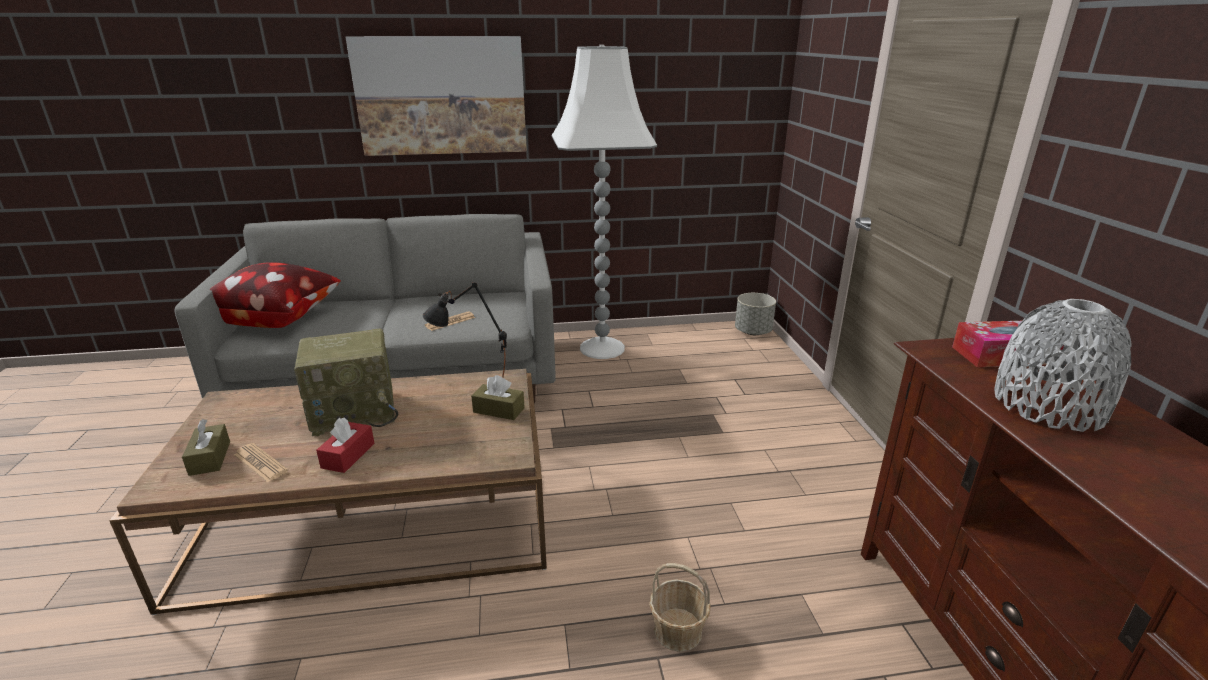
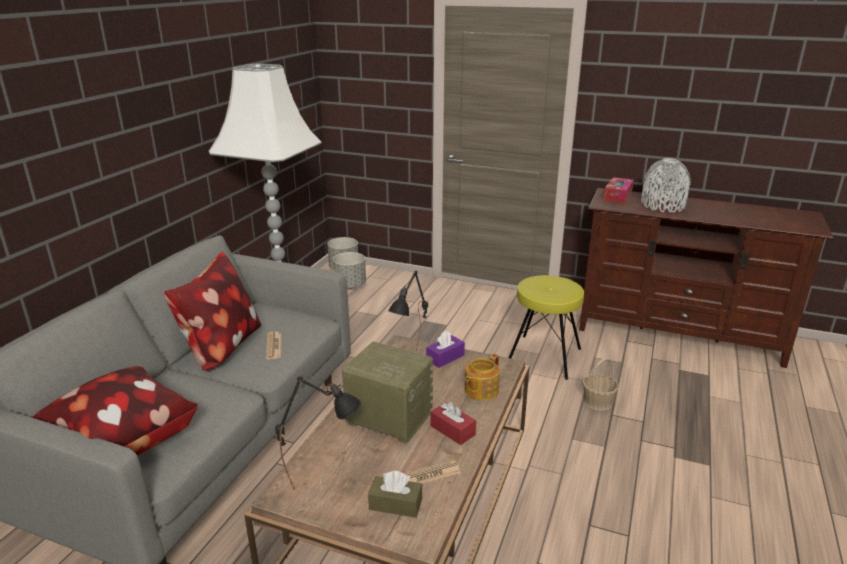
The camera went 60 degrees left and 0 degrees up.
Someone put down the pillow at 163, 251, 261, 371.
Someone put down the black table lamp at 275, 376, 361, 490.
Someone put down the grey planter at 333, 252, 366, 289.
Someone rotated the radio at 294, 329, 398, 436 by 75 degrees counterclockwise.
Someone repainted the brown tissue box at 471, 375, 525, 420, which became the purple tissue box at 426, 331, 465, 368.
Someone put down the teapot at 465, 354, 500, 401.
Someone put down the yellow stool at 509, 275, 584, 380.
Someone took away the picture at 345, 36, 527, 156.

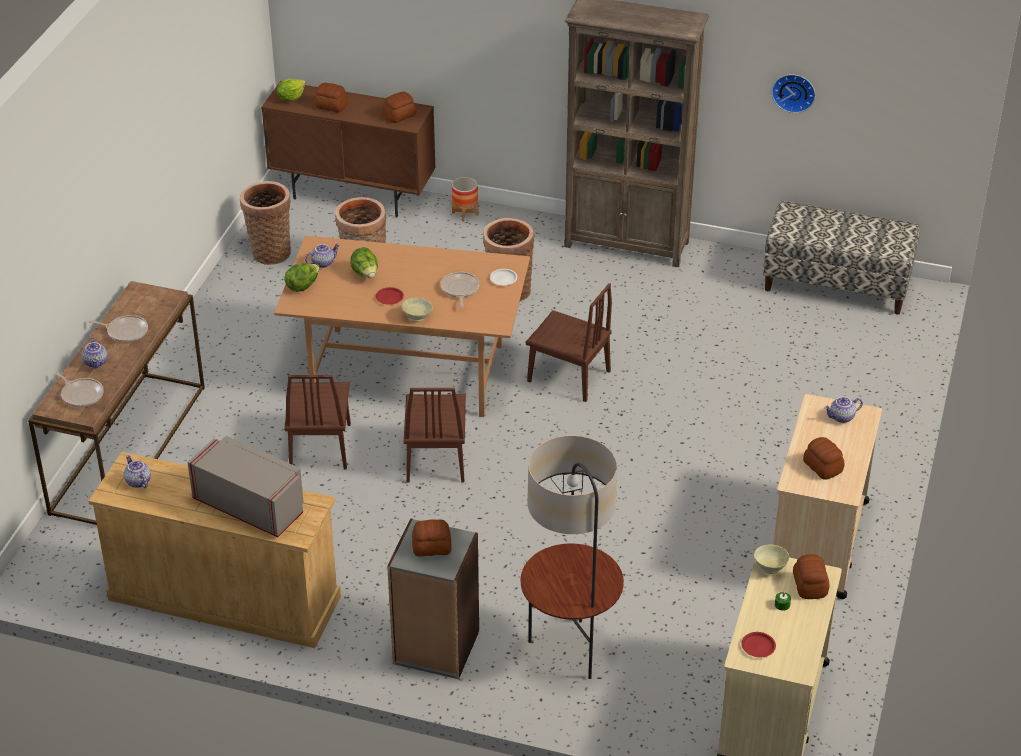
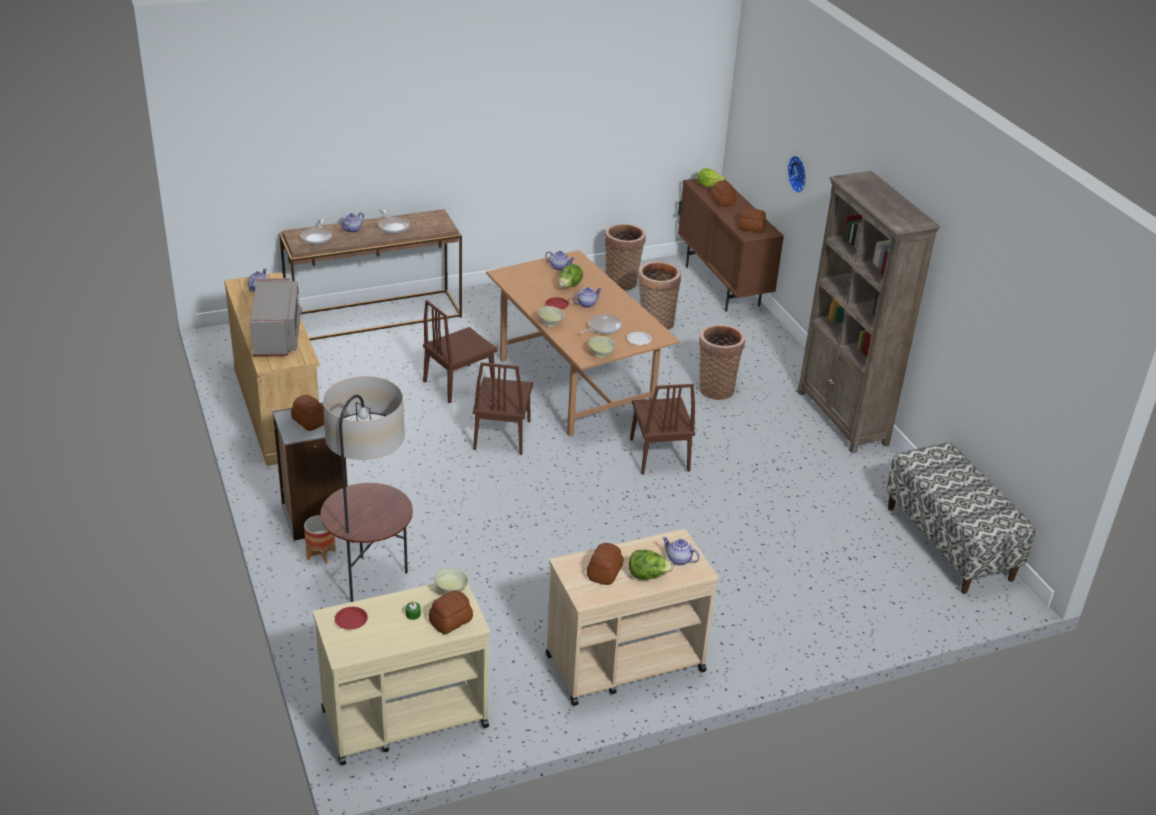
The camera went 50 degrees right and 5 degrees down.
Someone carried the planter from 452, 177, 479, 222 to 304, 515, 336, 564.
Someone rotated the brown chair at 404, 388, 466, 483 by 45 degrees counterclockwise.
Someone put down the teapot at 573, 287, 602, 308.
Someone put down the beige bowl at 589, 336, 616, 358.
Someone carried the lettuce from 284, 263, 319, 292 to 629, 550, 673, 580.
Someone carried the wall clock from 772, 74, 816, 113 to 787, 156, 806, 193.

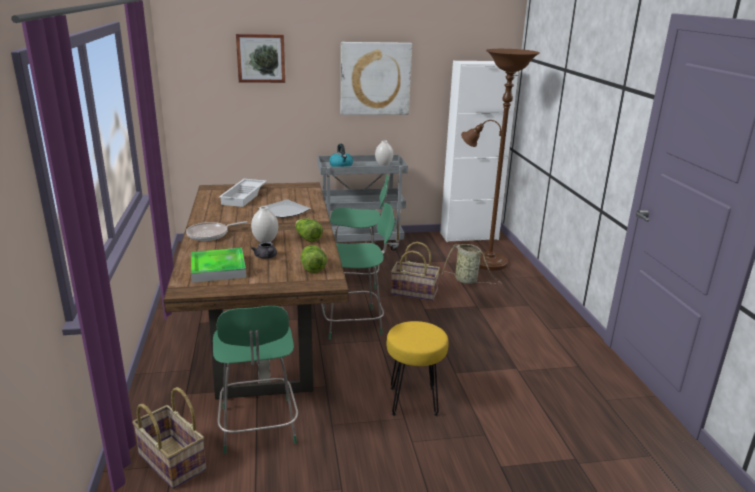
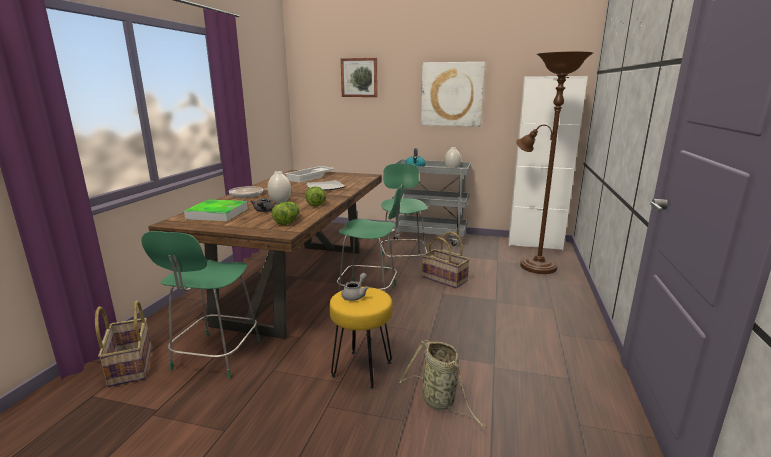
The camera went 25 degrees right and 5 degrees down.
Someone put down the grey teapot at 341, 273, 369, 301.
Someone rotated the green chair at 330, 174, 389, 290 by 120 degrees counterclockwise.
Someone carried the basket from 441, 244, 501, 284 to 400, 340, 485, 427.

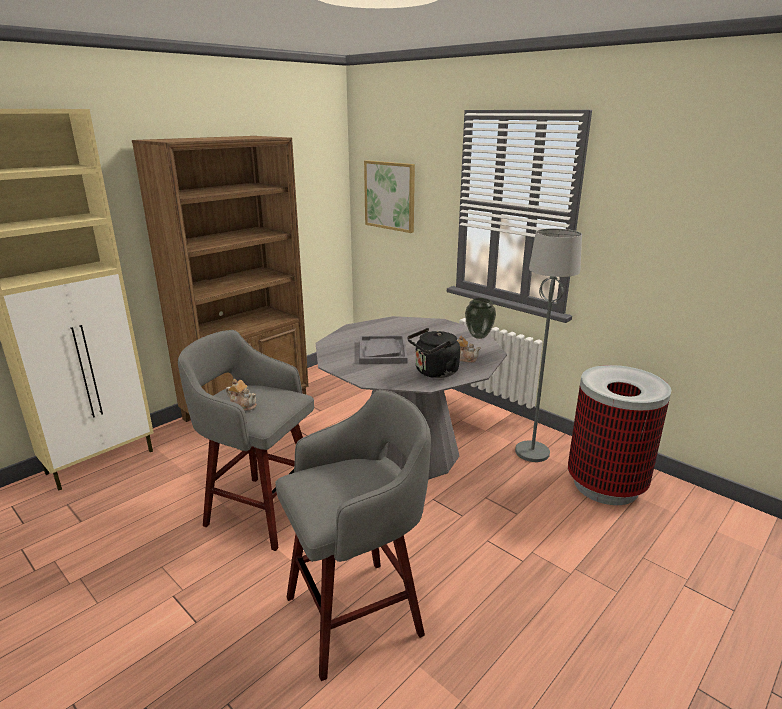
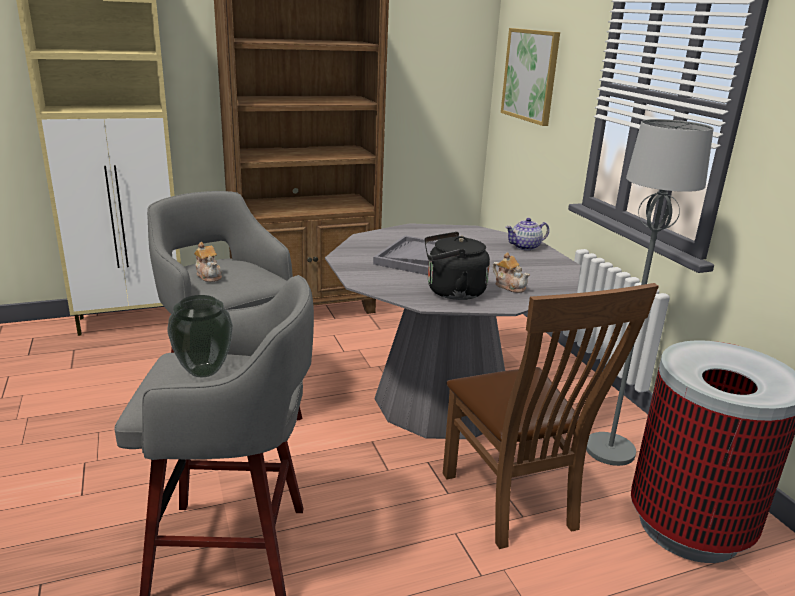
The camera went 25 degrees right and 0 degrees up.
Someone carried the vase from 465, 298, 496, 339 to 167, 295, 233, 377.
Someone put down the brown chair at 443, 283, 659, 549.
Someone put down the teapot at 505, 218, 549, 251.

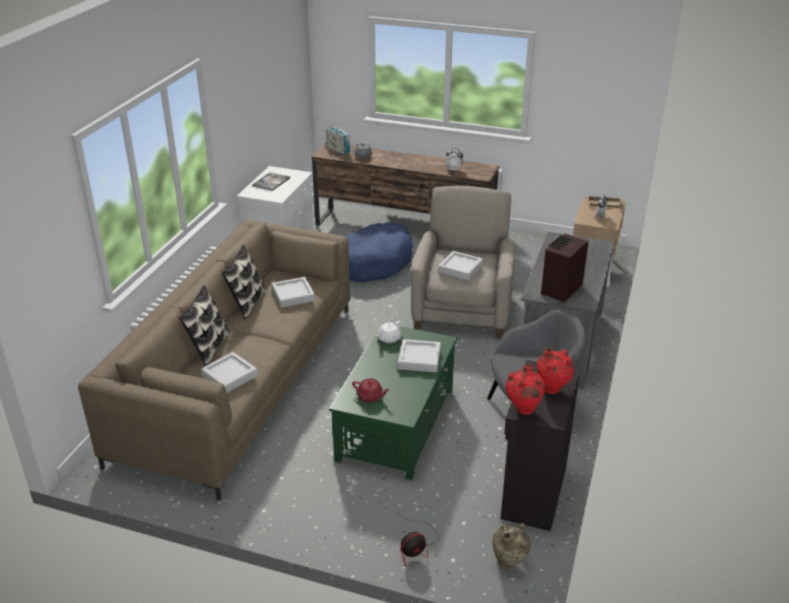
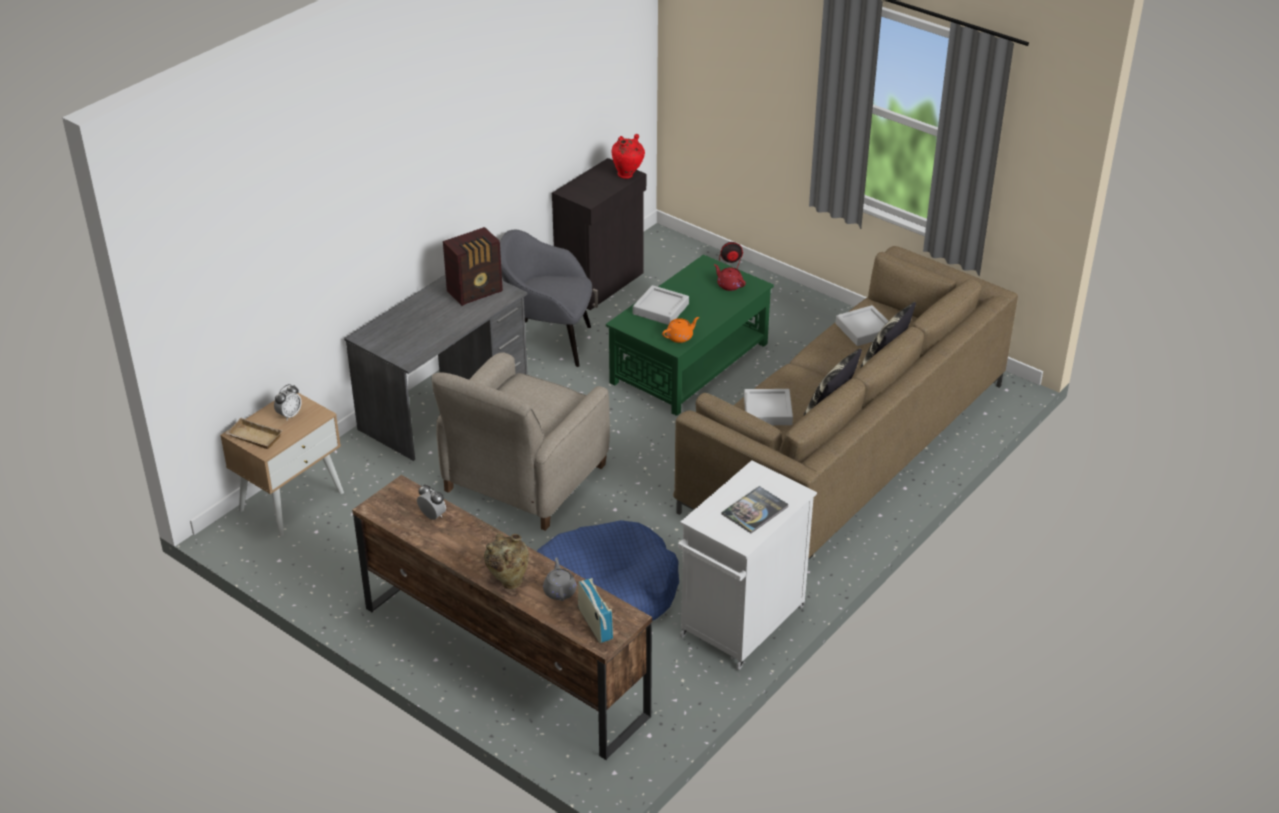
The camera went 160 degrees left and 5 degrees up.
Someone carried the beige vase from 492, 523, 531, 570 to 484, 533, 529, 589.
Someone repainted the white teapot at 376, 321, 401, 343, which became the orange teapot at 662, 317, 699, 343.
Someone took away the grey tray at 438, 251, 483, 281.
Someone took away the red vase at 537, 348, 575, 394.

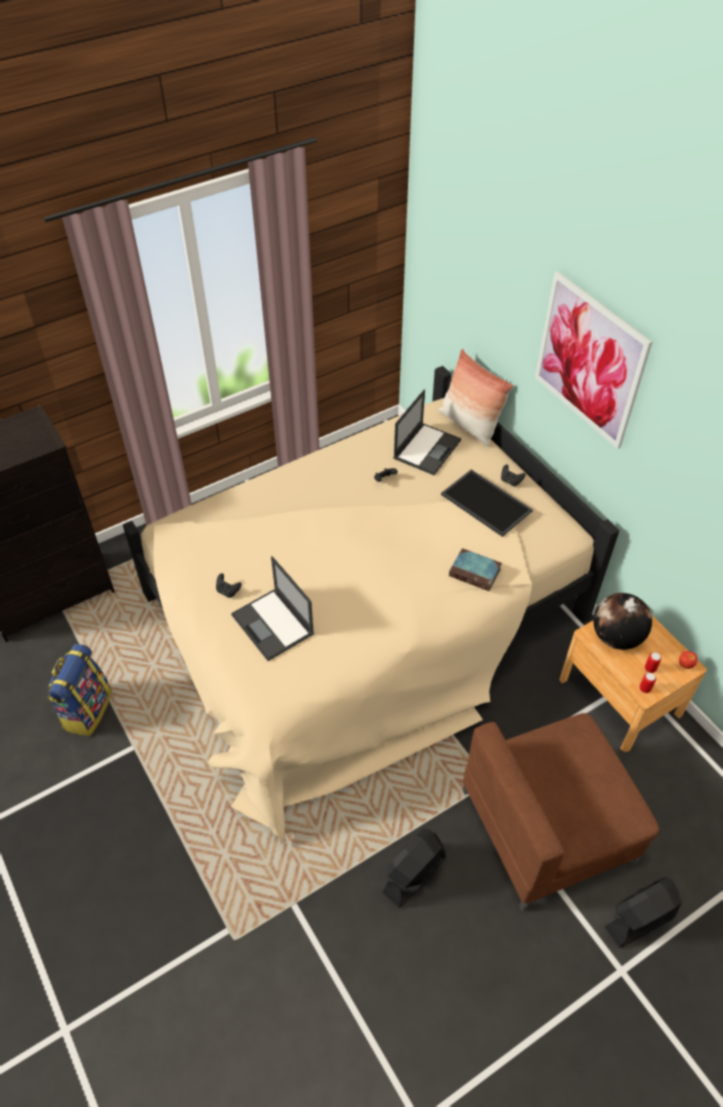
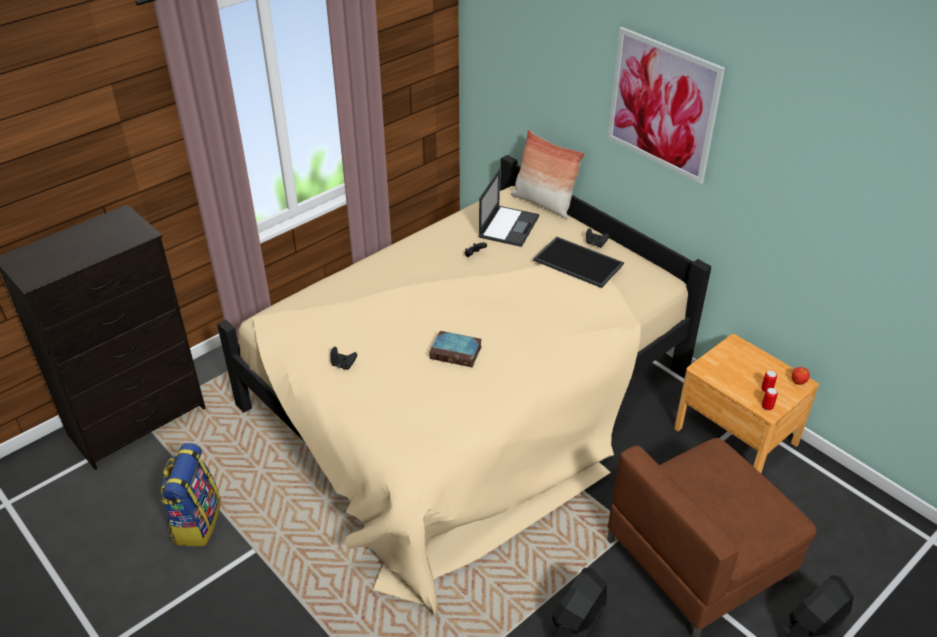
The camera went 10 degrees left and 10 degrees down.
Someone carried the book from 449, 548, 502, 591 to 429, 331, 482, 368.
Someone took away the laptop at 231, 556, 314, 661.
Someone took away the globe at 593, 593, 652, 650.

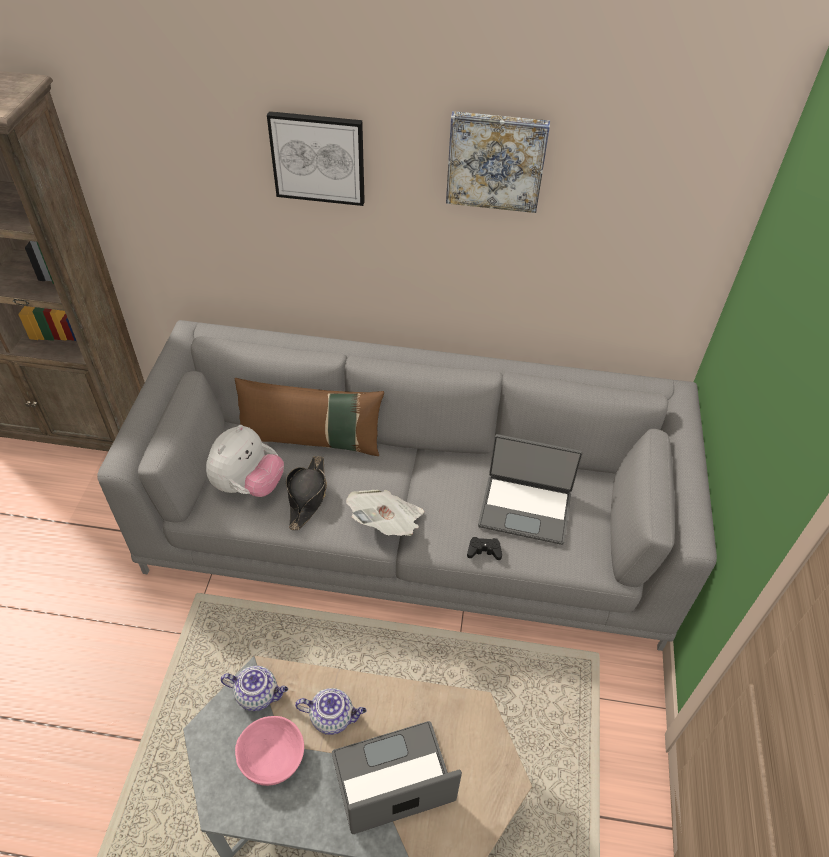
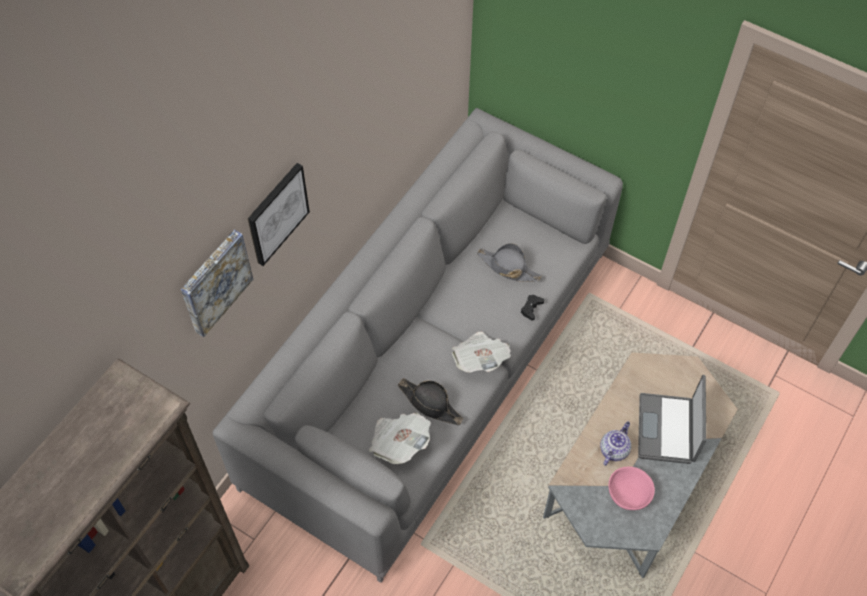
The camera went 65 degrees left and 10 degrees up.
Someone carried the picture from 446, 111, 550, 213 to 181, 230, 253, 337.
Someone swapped the plush toy at 206, 425, 284, 497 for the newspaper at 369, 413, 431, 464.
Someone swapped the laptop at 478, 434, 582, 545 for the grey hat at 477, 243, 542, 282.
Someone took away the teapot at 221, 666, 288, 711.
Someone took away the brown pillow at 235, 378, 384, 456.

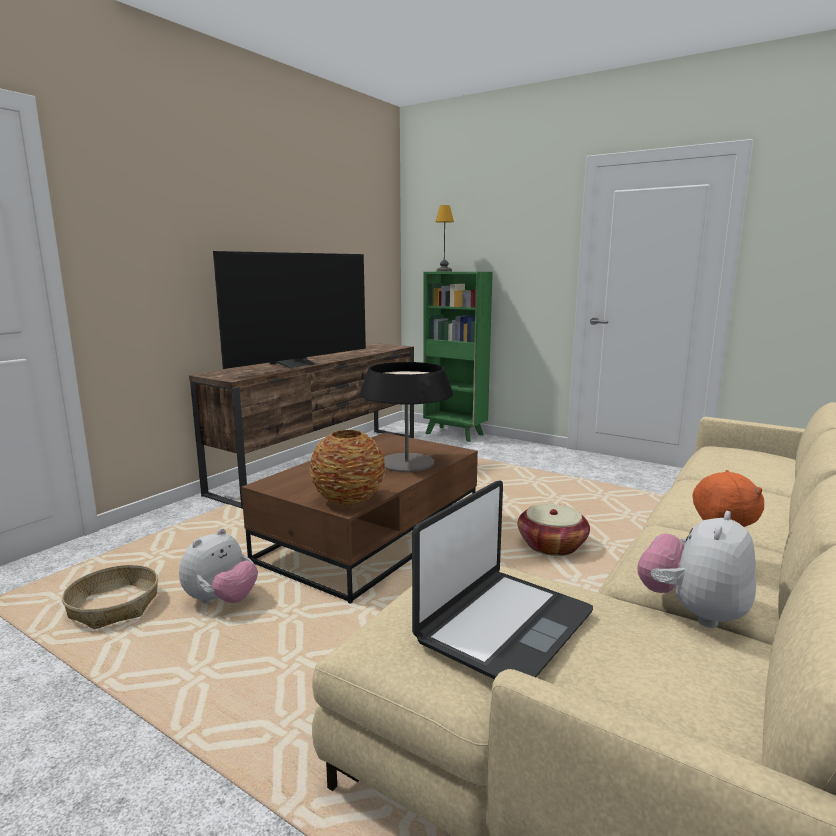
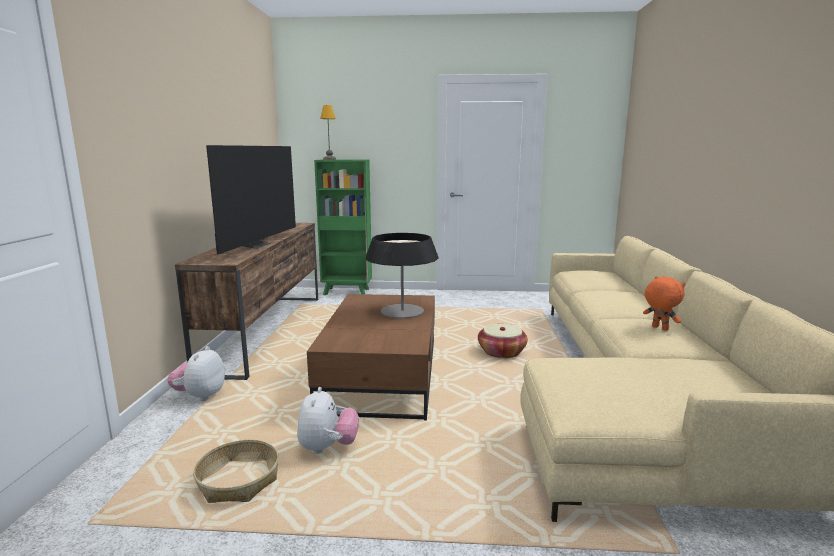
The camera went 30 degrees left and 0 degrees up.
Someone carried the plush toy from 638, 511, 756, 628 to 167, 346, 225, 401.
Someone took away the vase at 310, 430, 385, 505.
Someone took away the laptop at 412, 480, 593, 679.

